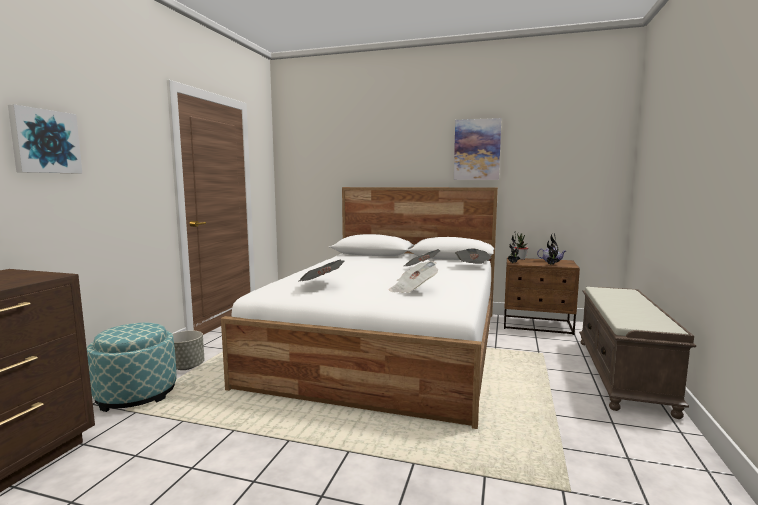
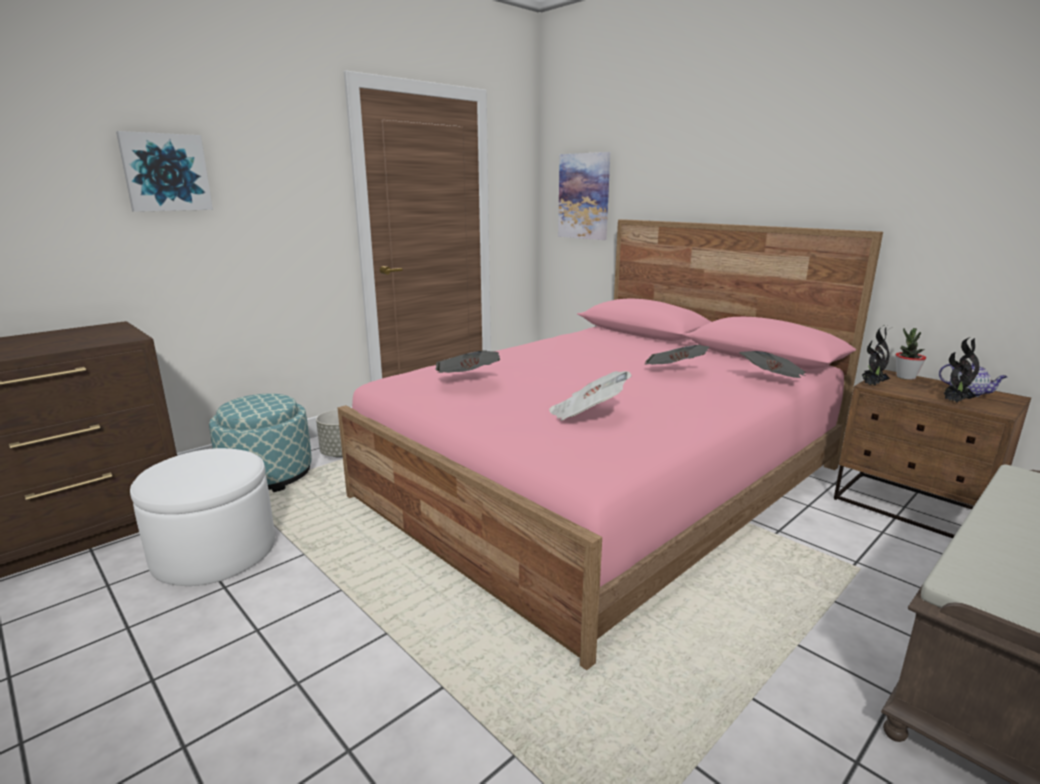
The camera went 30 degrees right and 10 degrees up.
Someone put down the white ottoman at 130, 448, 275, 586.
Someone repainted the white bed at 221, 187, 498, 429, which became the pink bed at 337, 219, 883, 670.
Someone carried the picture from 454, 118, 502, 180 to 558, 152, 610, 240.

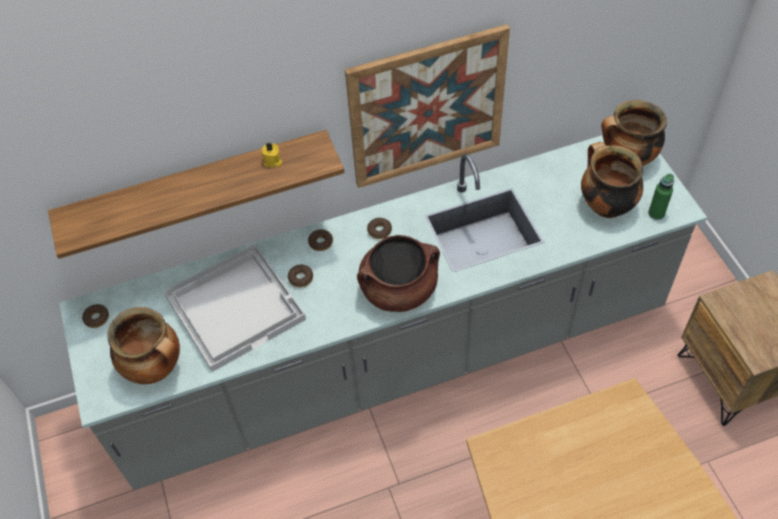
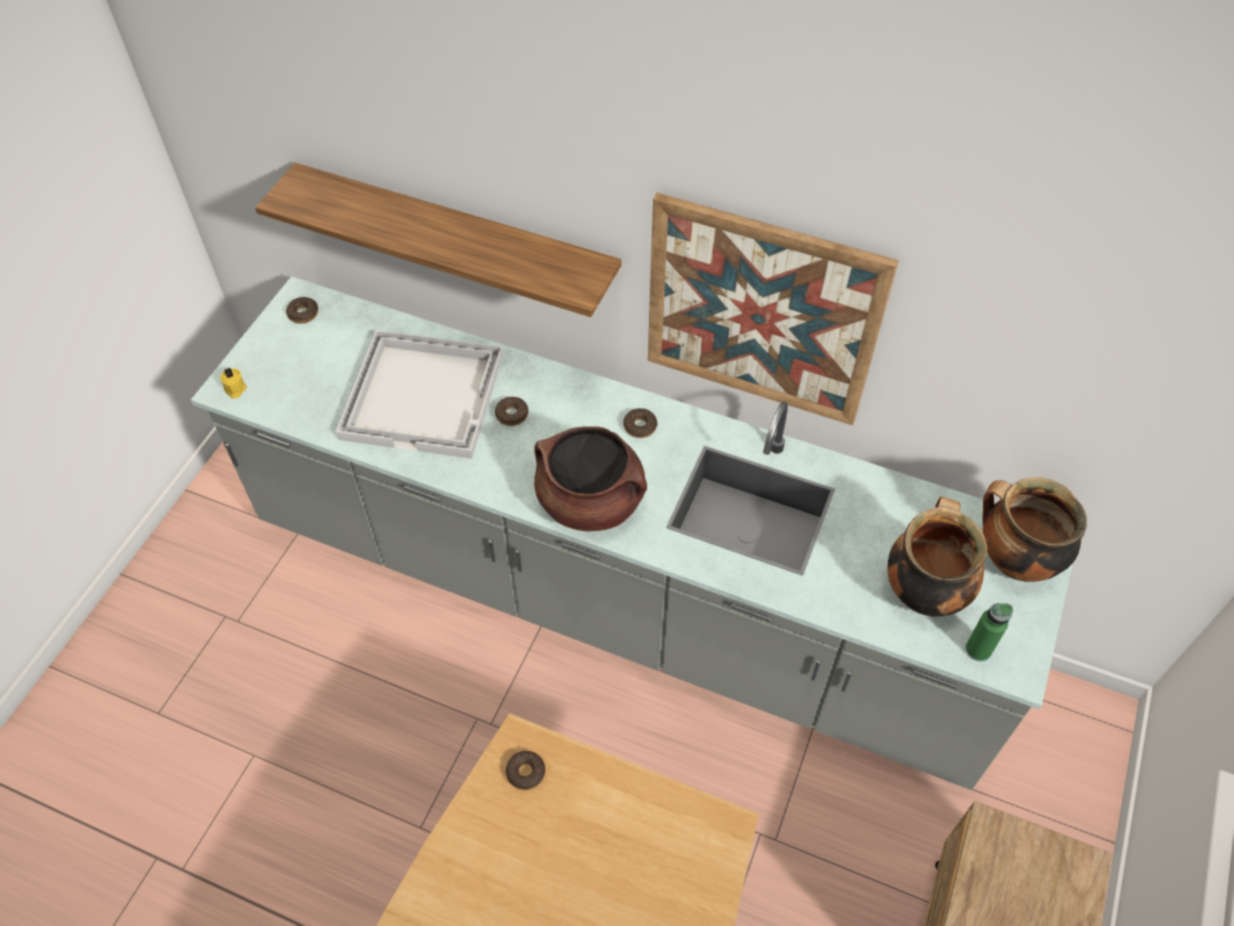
The camera went 40 degrees right and 0 degrees up.
Someone carried the yellow candle from 262, 143, 282, 167 to 220, 367, 247, 399.
Someone carried the donut from 308, 229, 333, 251 to 506, 751, 545, 790.
Someone took away the cooking pot at 107, 307, 180, 384.

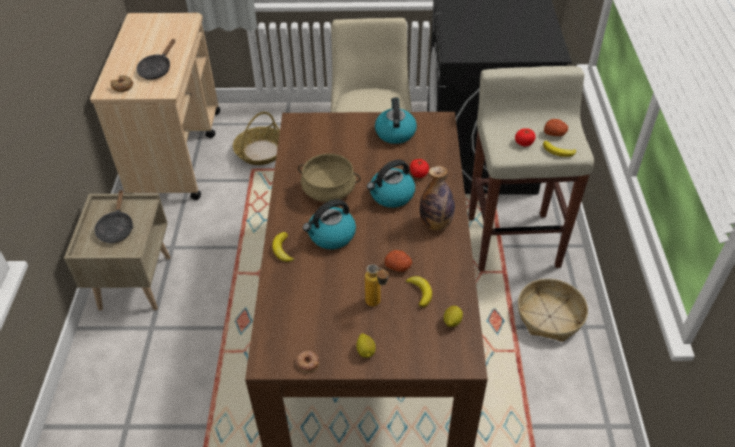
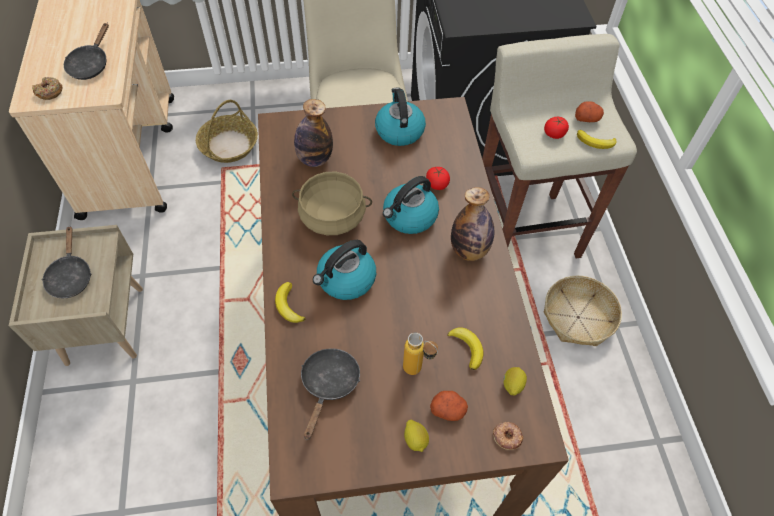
The camera went 10 degrees left and 10 degrees up.
Someone put down the bottle at 294, 99, 333, 167.
Someone put down the black frying pan at 301, 348, 360, 440.
Someone carried the potato from 385, 250, 412, 272 to 430, 391, 468, 421.
Someone carried the donut from 296, 351, 319, 372 to 493, 422, 523, 450.

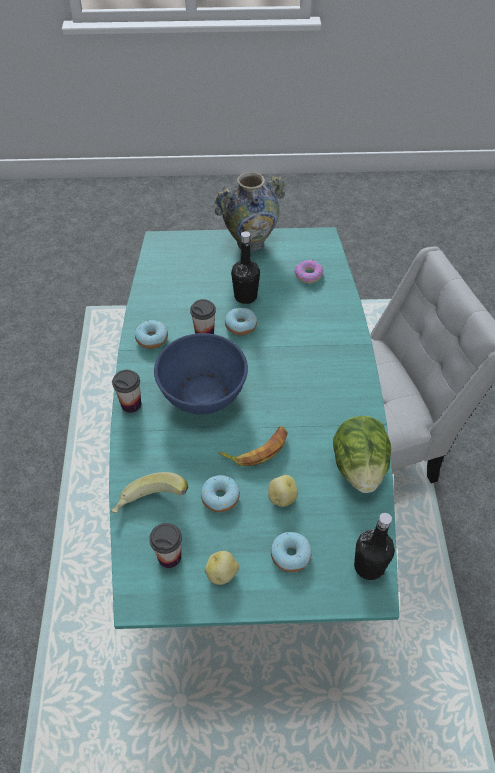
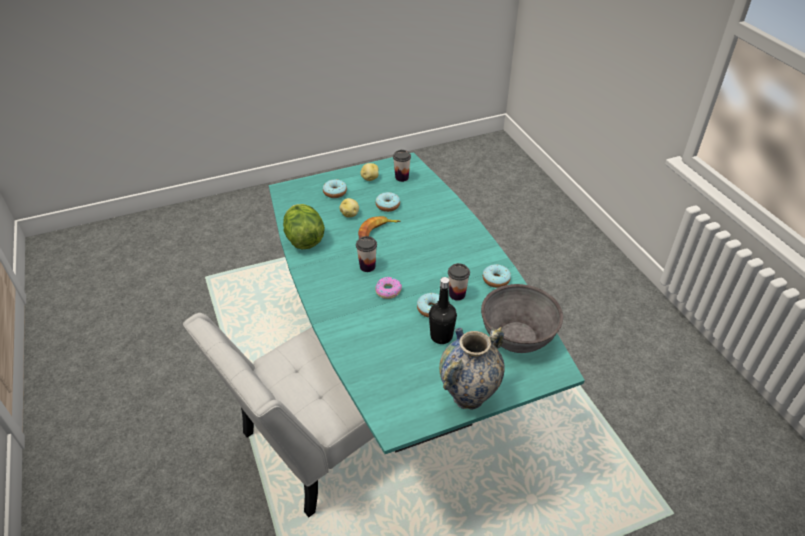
The camera went 160 degrees right and 10 degrees down.
Someone carried the cup from 112, 370, 141, 413 to 356, 236, 377, 272.
Someone carried the donut from 294, 259, 323, 283 to 375, 277, 402, 299.
Someone put down the grey bowl at 481, 284, 563, 353.
Someone took away the banana at 111, 472, 188, 513.
Someone took away the blue bowl at 154, 333, 248, 415.
Someone took away the black bottle at 354, 513, 395, 580.

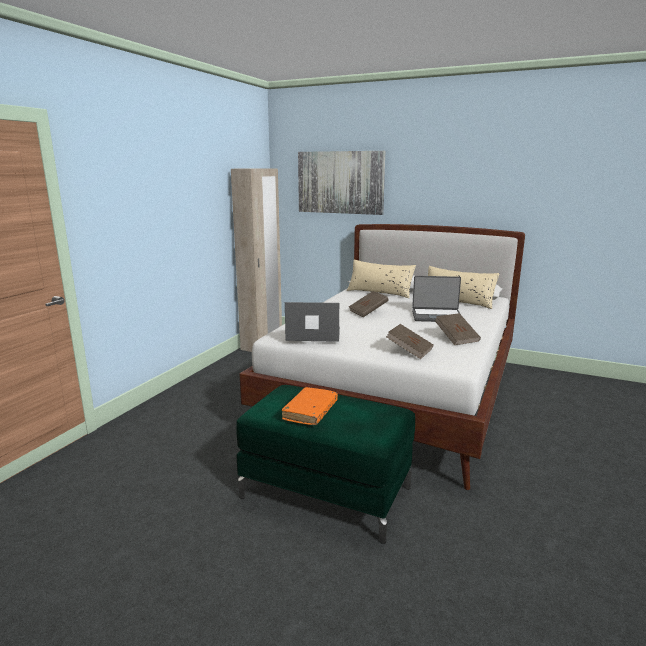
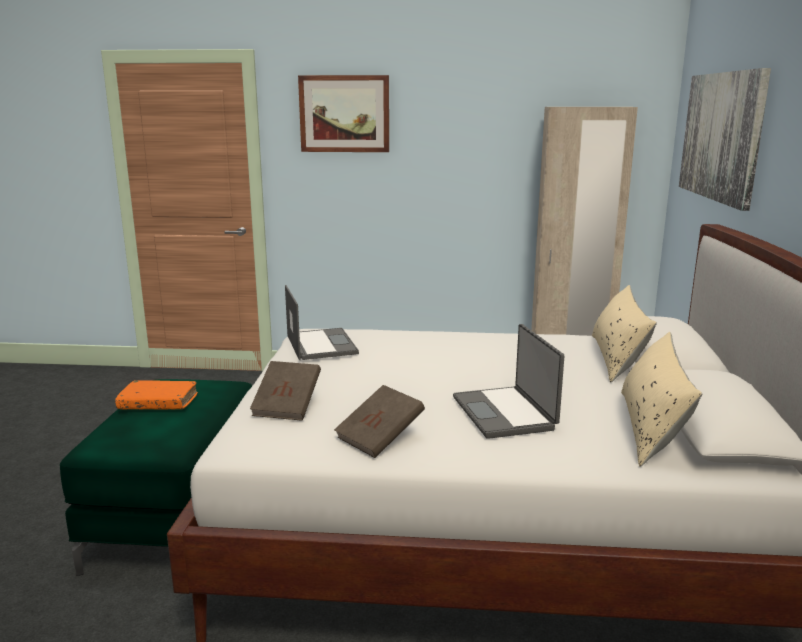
The camera went 70 degrees right and 0 degrees up.
Someone put up the picture at 298, 75, 389, 152.
Someone took away the brown book at 349, 291, 389, 317.

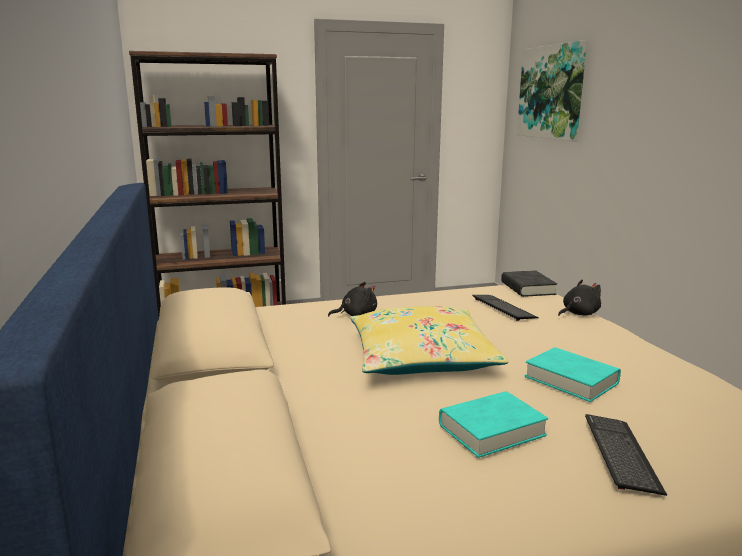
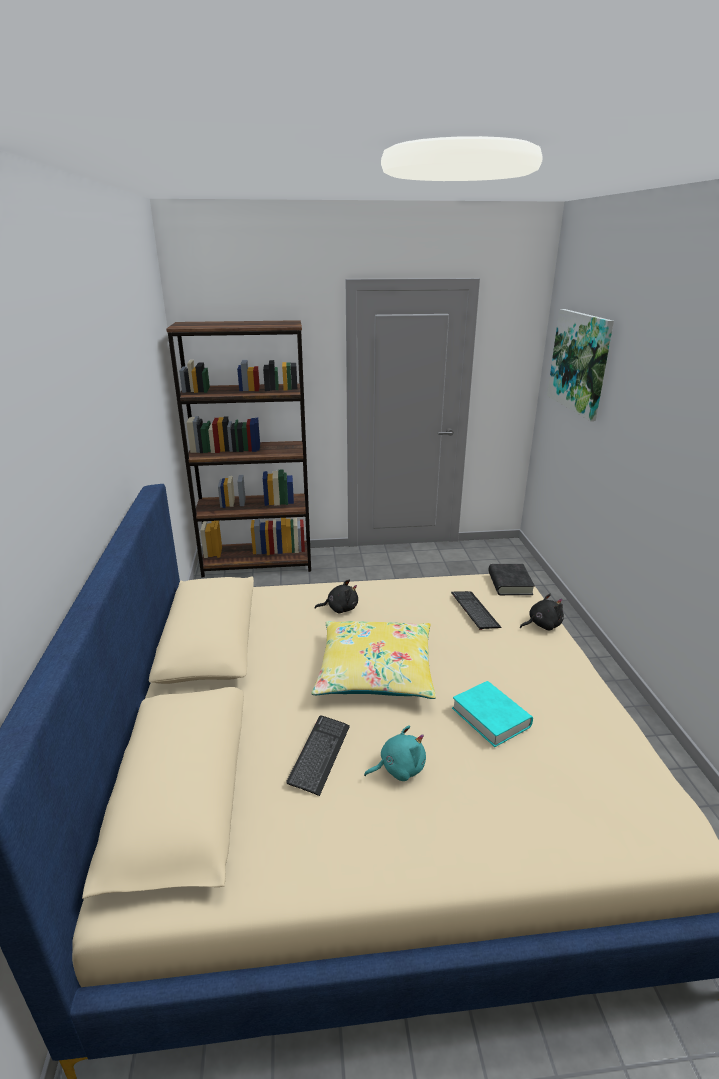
The camera went 10 degrees right and 10 degrees up.
Someone carried the keyboard from 585, 414, 667, 496 to 286, 715, 350, 796.
Someone swapped the turquoise book at 439, 391, 548, 458 for the turquoise plush toy at 364, 725, 426, 781.

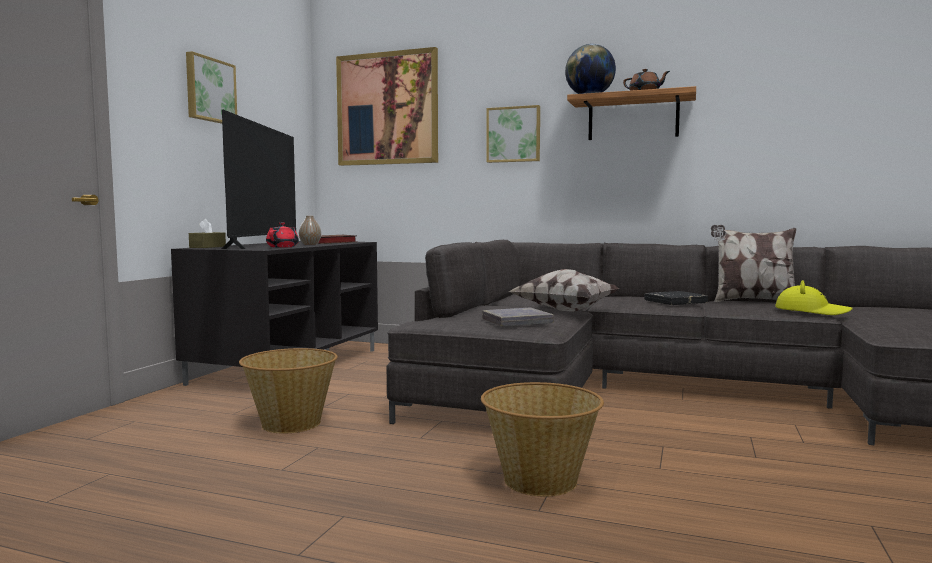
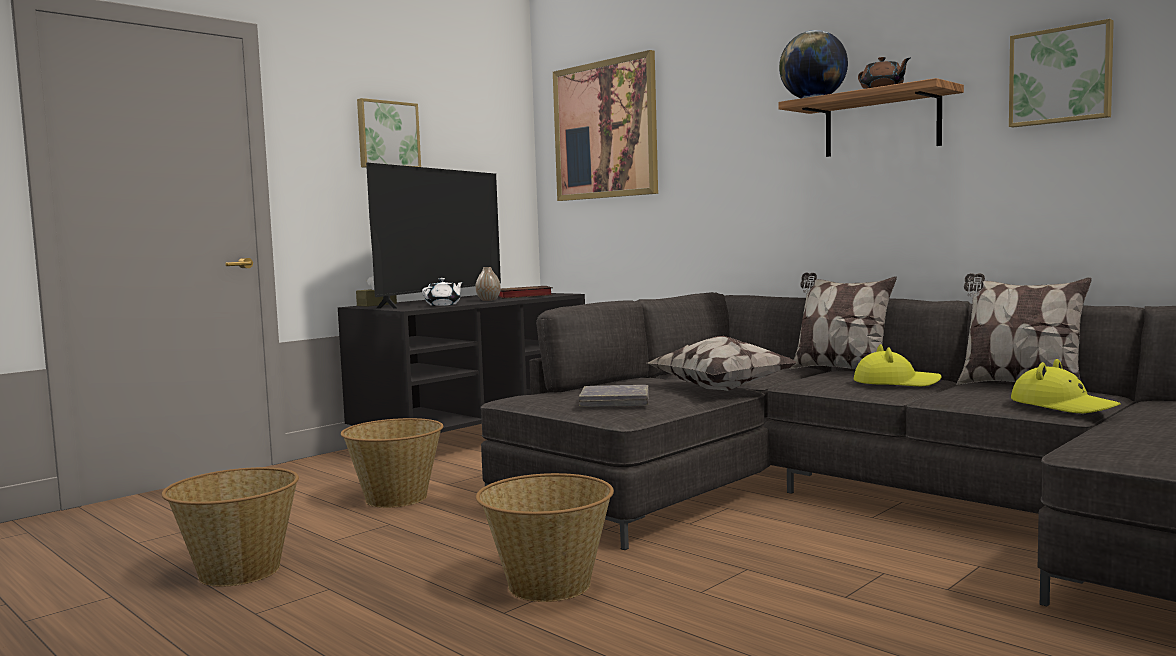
The camera went 25 degrees right and 0 degrees up.
Someone put down the basket at 162, 467, 299, 587.
Someone repainted the red teapot at 266, 223, 299, 248, which became the white teapot at 422, 278, 463, 306.
Someone put down the pillow at 790, 273, 897, 369.
Someone swapped the black book at 644, 291, 708, 305 for the yellow hat at 854, 344, 941, 386.
Someone carried the picture from 486, 105, 540, 163 to 1009, 19, 1114, 127.

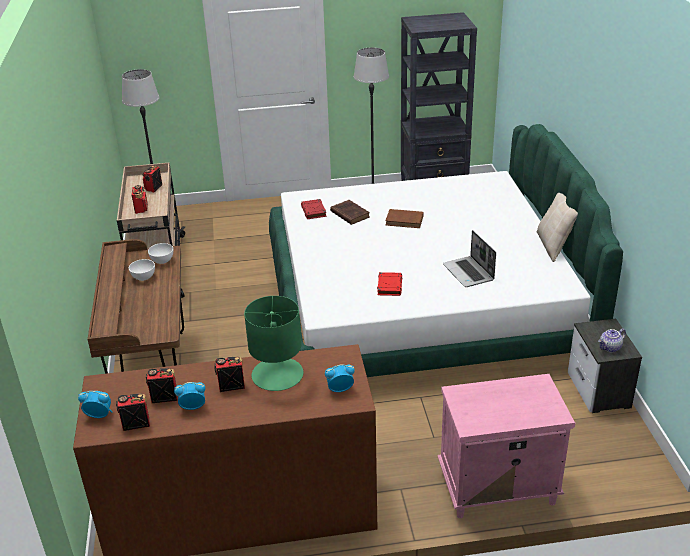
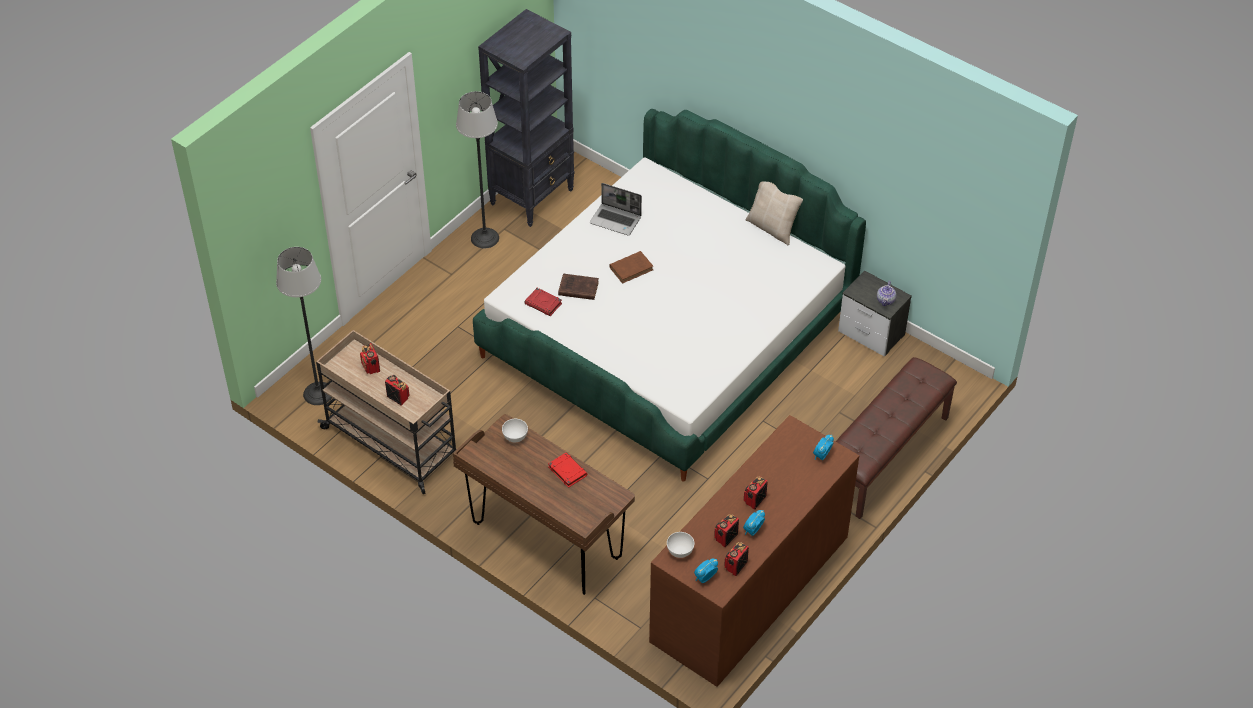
The camera went 45 degrees left and 15 degrees up.
Someone carried the red book from 377, 272, 402, 296 to 548, 452, 587, 488.
Someone carried the laptop from 443, 230, 496, 287 to 590, 183, 642, 236.
Someone carried the white bowl from 129, 259, 155, 281 to 667, 532, 694, 558.
Someone swapped the pink nightstand at 437, 374, 575, 518 for the brown bench at 836, 357, 957, 519.
Someone took away the green table lamp at 244, 296, 304, 391.

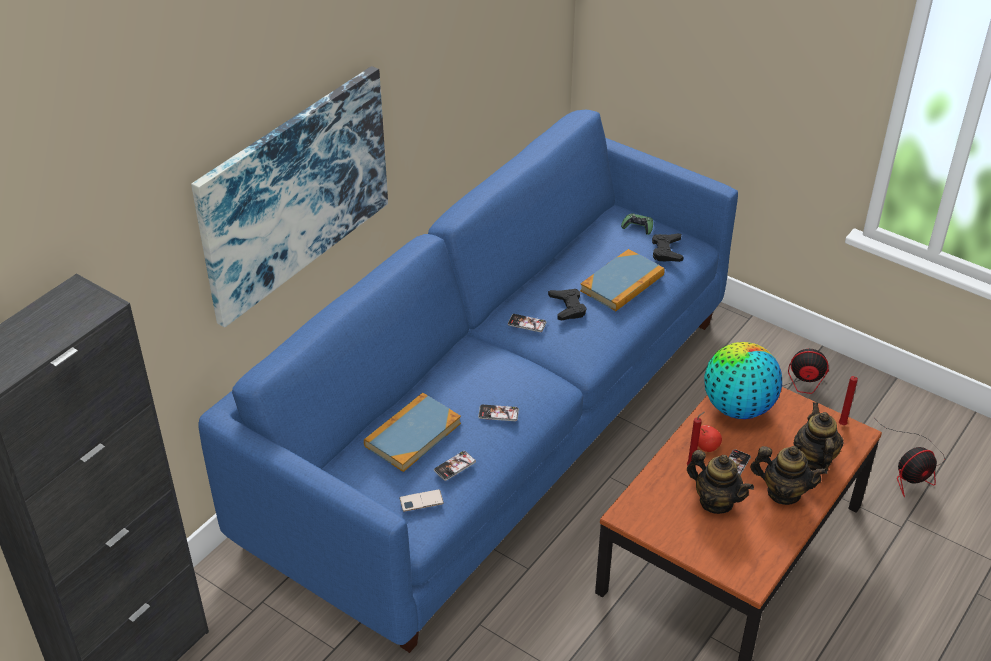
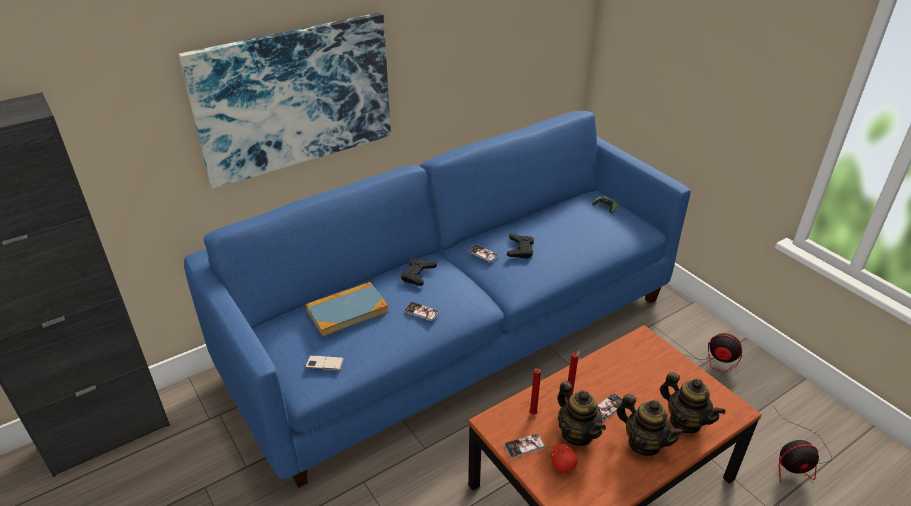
The camera went 20 degrees right and 5 degrees down.
Someone carried the black game controller from 652, 234, 684, 262 to 401, 258, 437, 286.
Someone carried the phone from 434, 451, 476, 481 to 504, 433, 545, 458.
Someone carried the red candle from 839, 376, 858, 425 to 529, 368, 541, 415.
Someone carried the apple from 698, 425, 722, 452 to 551, 444, 578, 473.
Someone rotated the teapot at 794, 402, 843, 471 by 120 degrees clockwise.
Someone took away the book at 580, 249, 665, 311.
Someone took away the globe at 704, 342, 782, 419.

